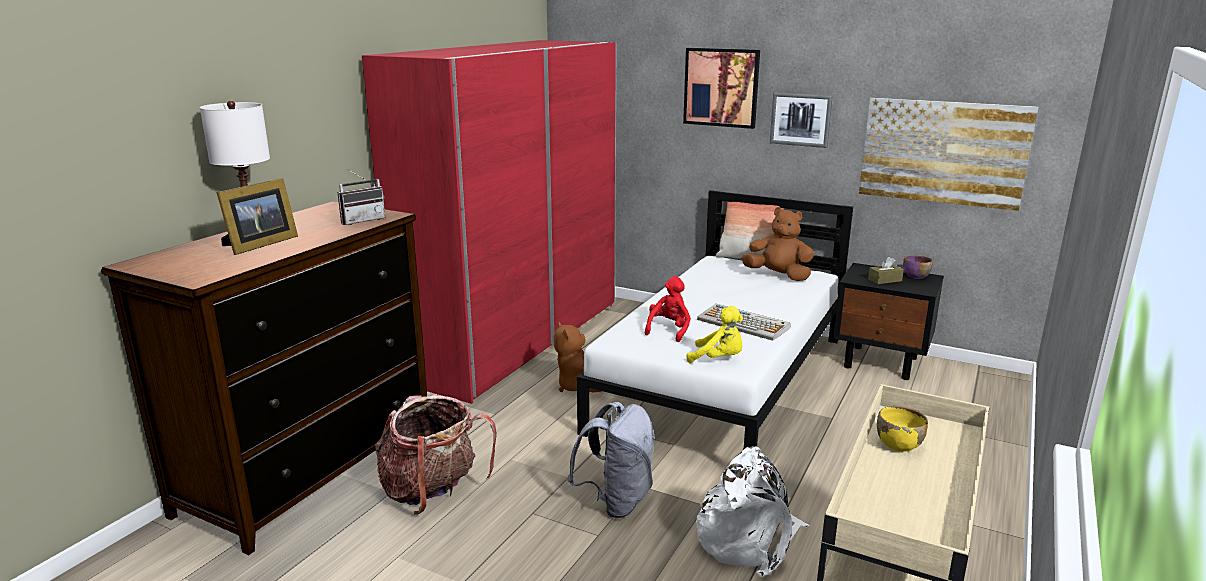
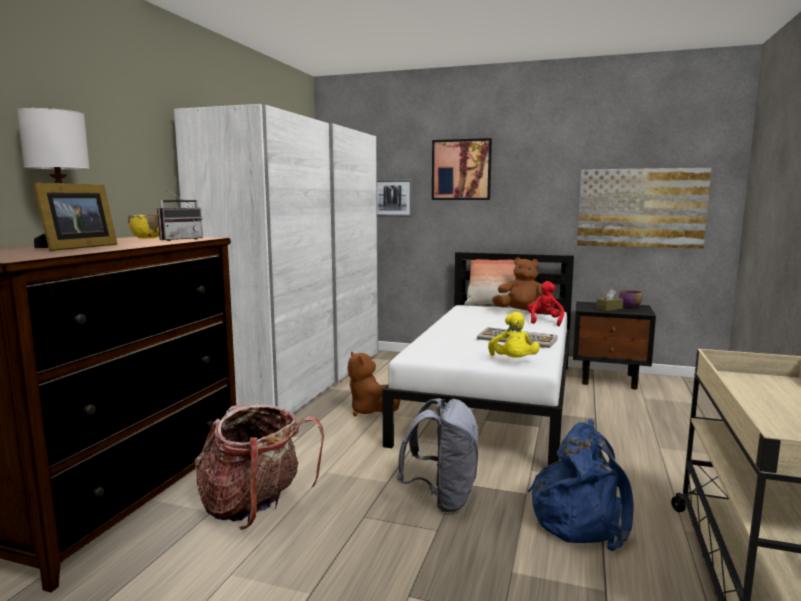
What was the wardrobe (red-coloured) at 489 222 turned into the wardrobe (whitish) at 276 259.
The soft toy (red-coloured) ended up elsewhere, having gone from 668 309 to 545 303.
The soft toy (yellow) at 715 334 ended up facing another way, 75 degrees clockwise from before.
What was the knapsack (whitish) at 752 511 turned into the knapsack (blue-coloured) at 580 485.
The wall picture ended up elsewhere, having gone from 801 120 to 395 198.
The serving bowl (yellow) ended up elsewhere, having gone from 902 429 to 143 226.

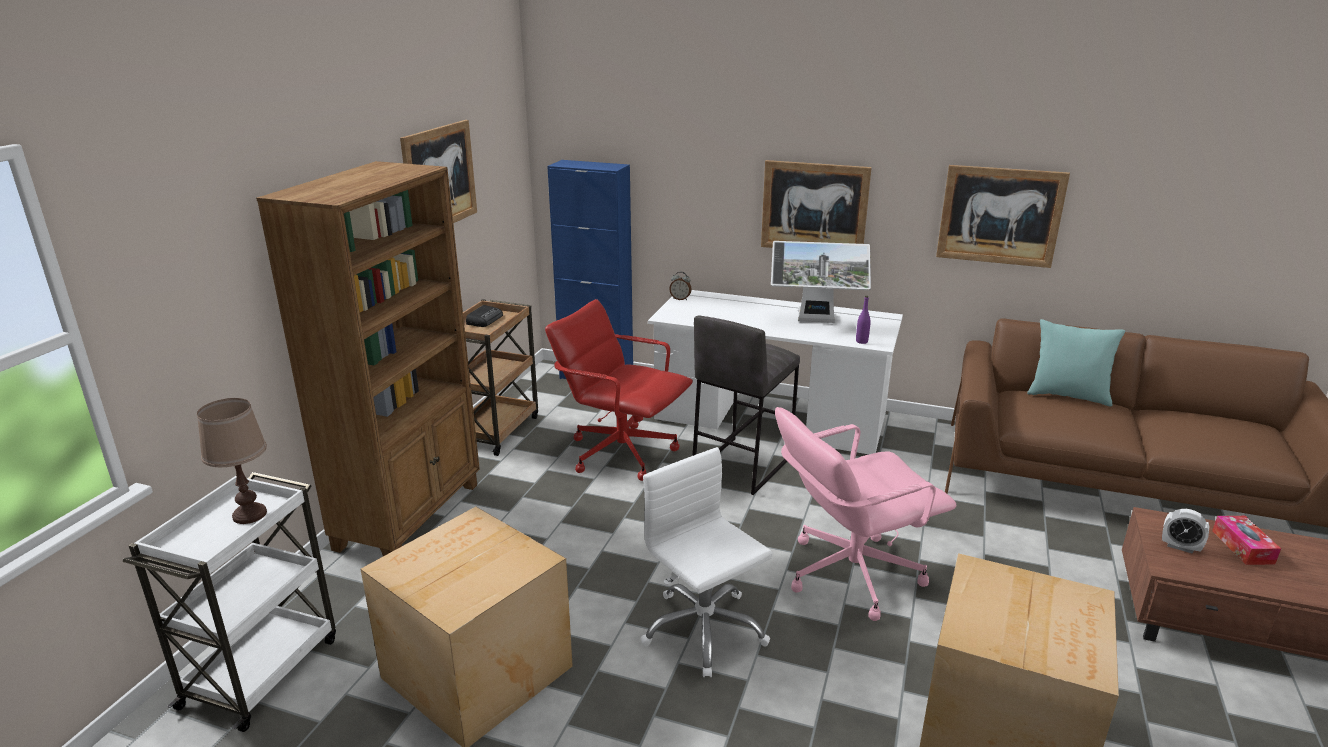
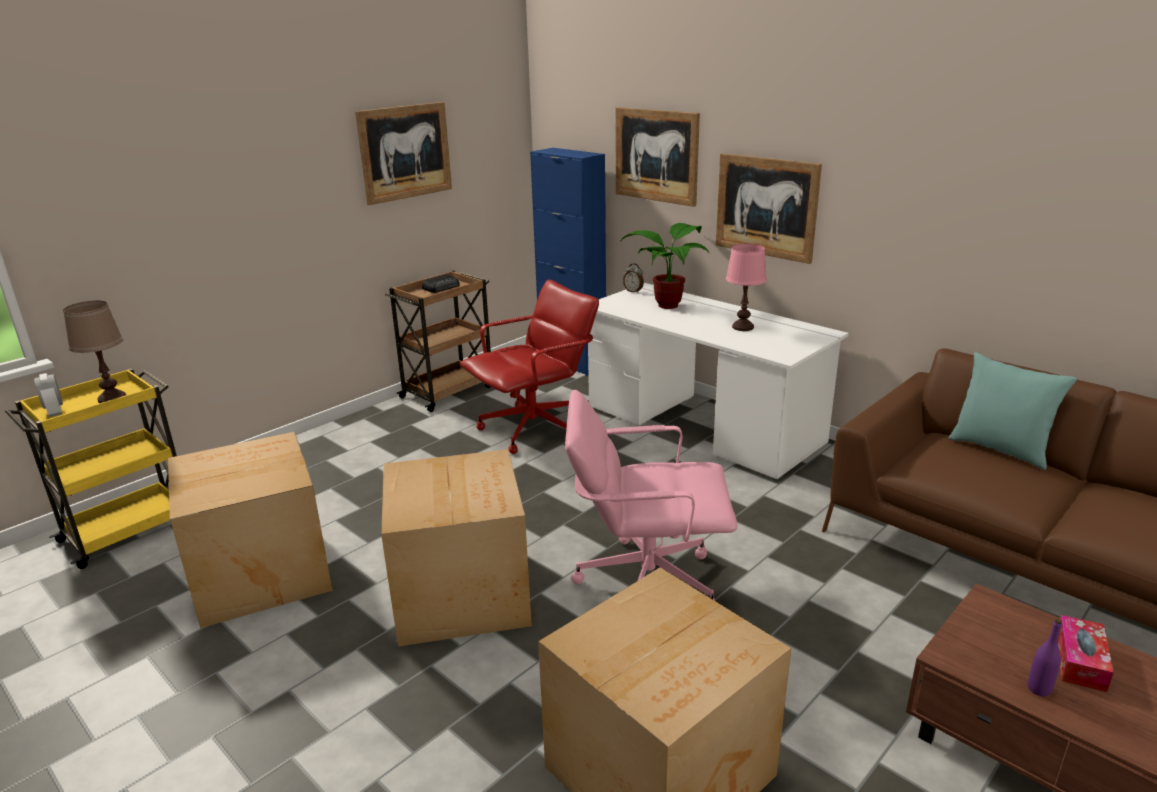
What was the wheeled cart (whitish) at 229 602 turned into the wheeled cart (yellow) at 91 468.
The second view lost the shelving unit (brown-coloured) at 368 358.
The desk chair (red-coloured) at 619 390 ended up facing another way, 90 degrees clockwise from before.
Where the desk chair (whitish) stood at 706 562, the carton came to stand at 456 548.
The second view lost the sitting stool (greyish) at 746 405.
Where the monitor stood at 821 282, the table lamp (pink) came to stand at 746 287.
The drink bottle (purple) ended up elsewhere, having gone from 863 320 to 1045 657.
The wall picture ended up elsewhere, having gone from 1003 216 to 657 157.
The bedside clock ended up elsewhere, having gone from 1185 531 to 48 395.
The second view gained the houseplant at 665 266.

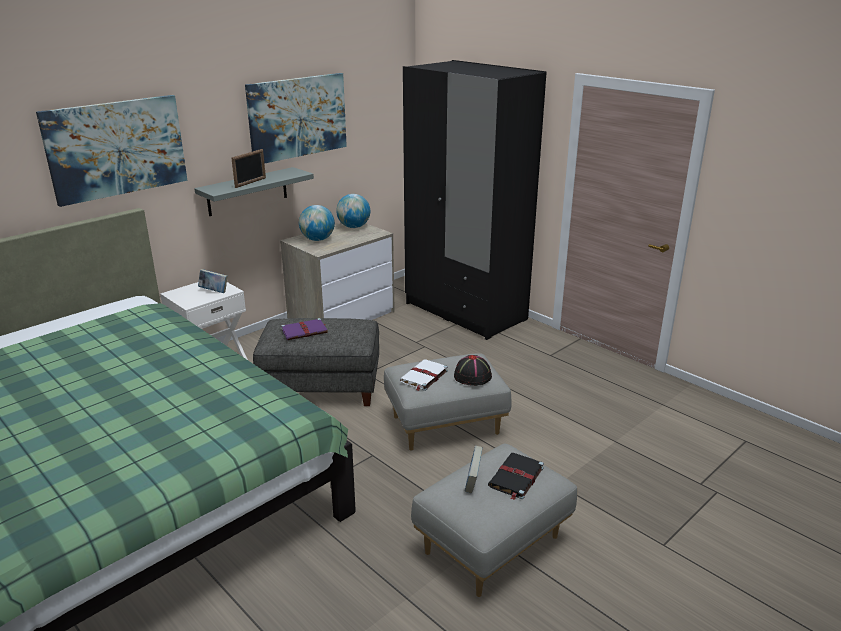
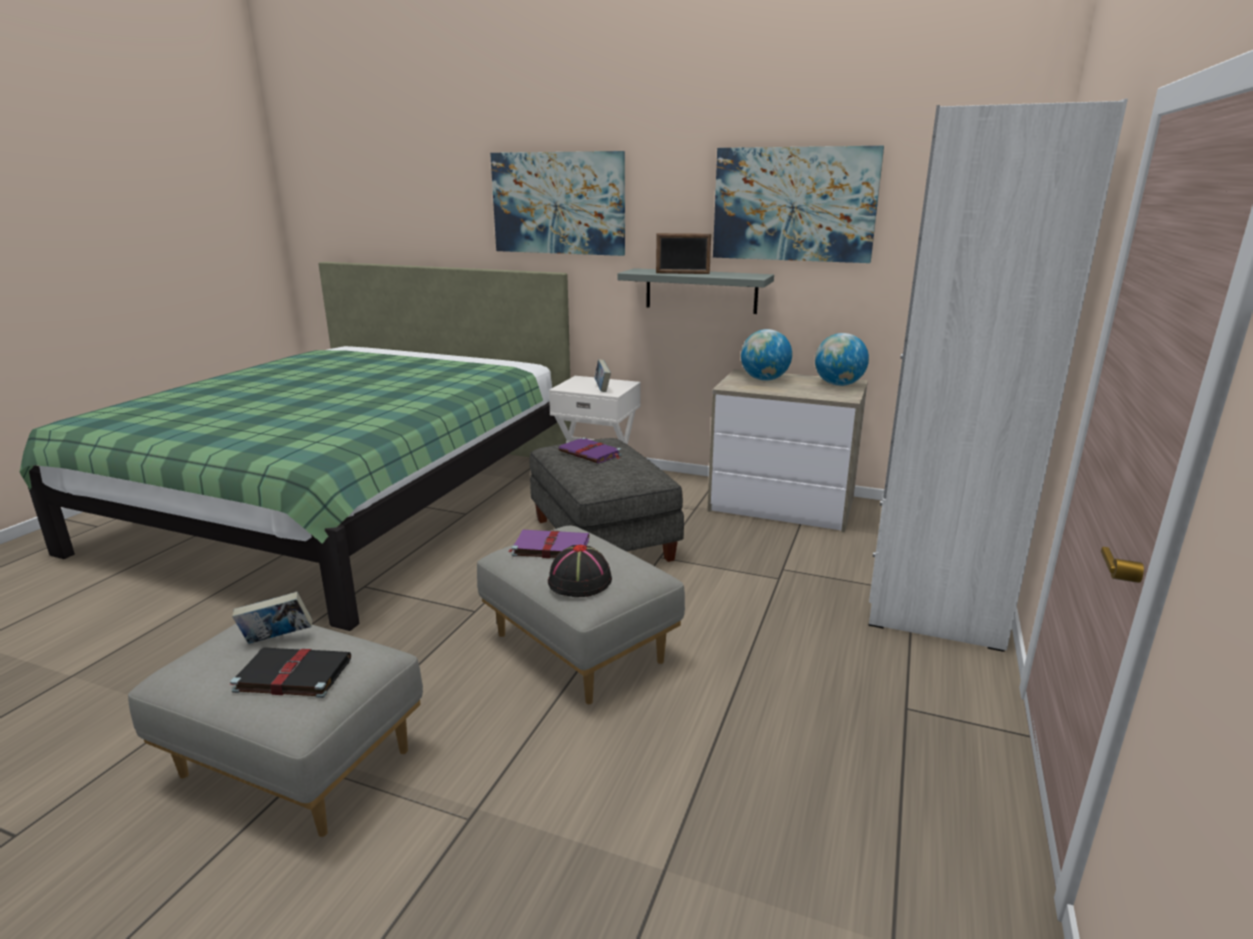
What was the book (whitish) at 424 375 turned into the book (purple) at 548 544.
What was the wardrobe (blackish) at 475 200 turned into the wardrobe (whitish) at 998 375.

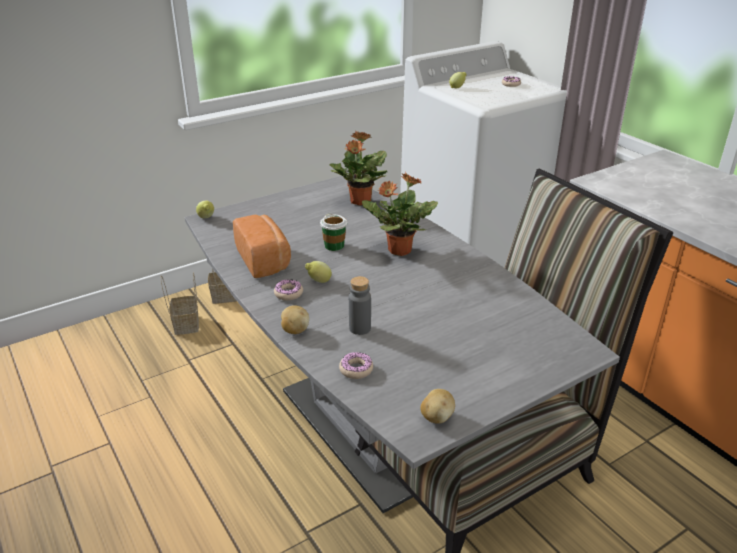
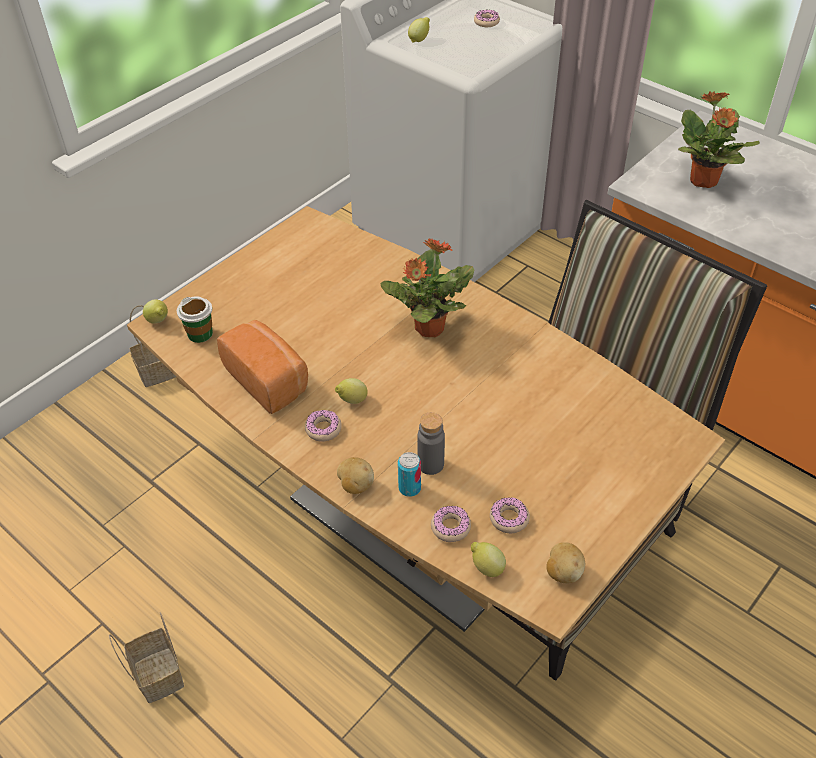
The household basket ended up elsewhere, having gone from 180 303 to 146 657.
What was the dinner table (greyish) at 402 344 turned into the dinner table (brown-coloured) at 426 424.
The cup ended up elsewhere, having gone from 333 232 to 195 319.
The houseplant ended up elsewhere, having gone from 358 168 to 719 139.
The second view gained the metal can at 409 474.
The second view gained the lemon at 488 559.
The second view gained the donut at 510 515.

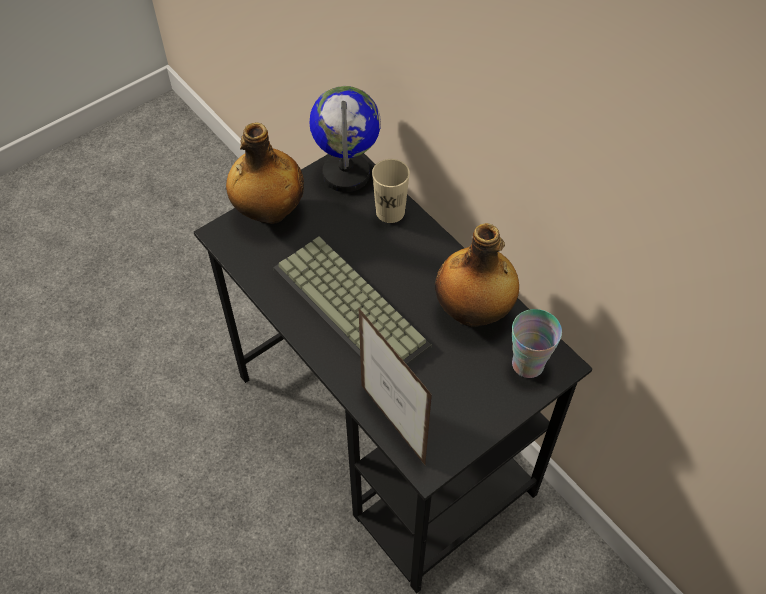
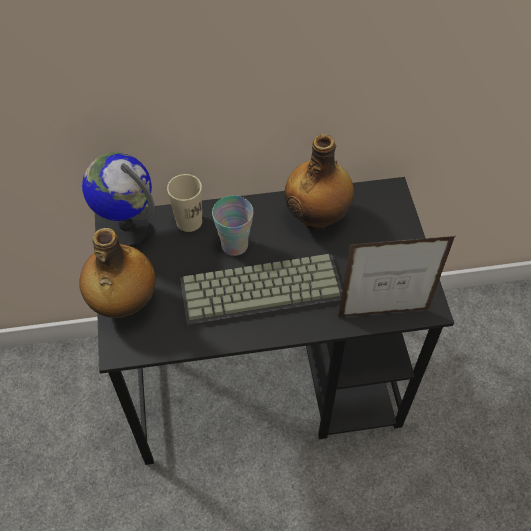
The cup ended up elsewhere, having gone from 537 343 to 233 226.

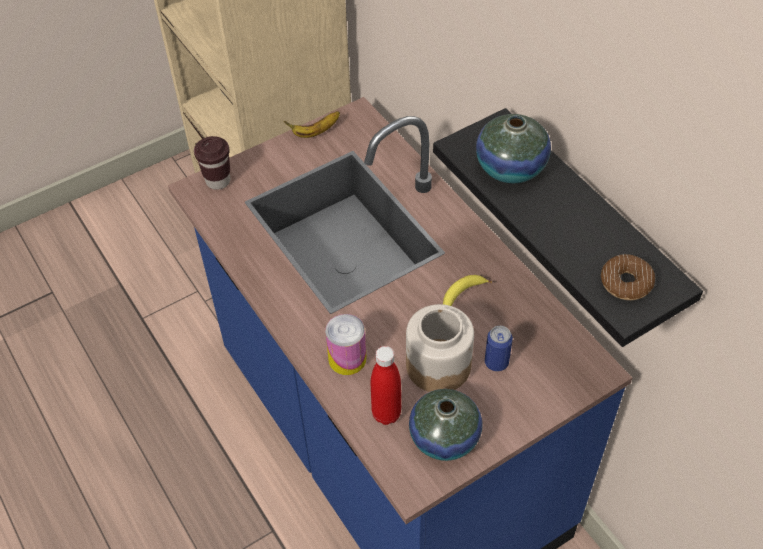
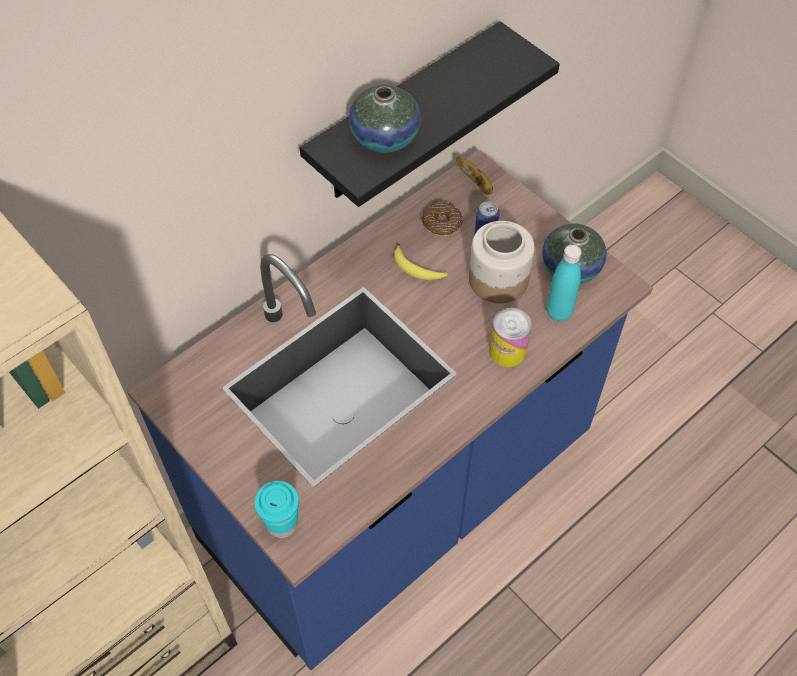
What was the cup (brown-coloured) at 212 163 turned into the cup (turquoise) at 276 509.
The banana ended up elsewhere, having gone from 312 124 to 474 176.
What was the drink bottle (red-coloured) at 386 385 turned into the drink bottle (turquoise) at 563 283.
The donut ended up elsewhere, having gone from 628 277 to 442 219.

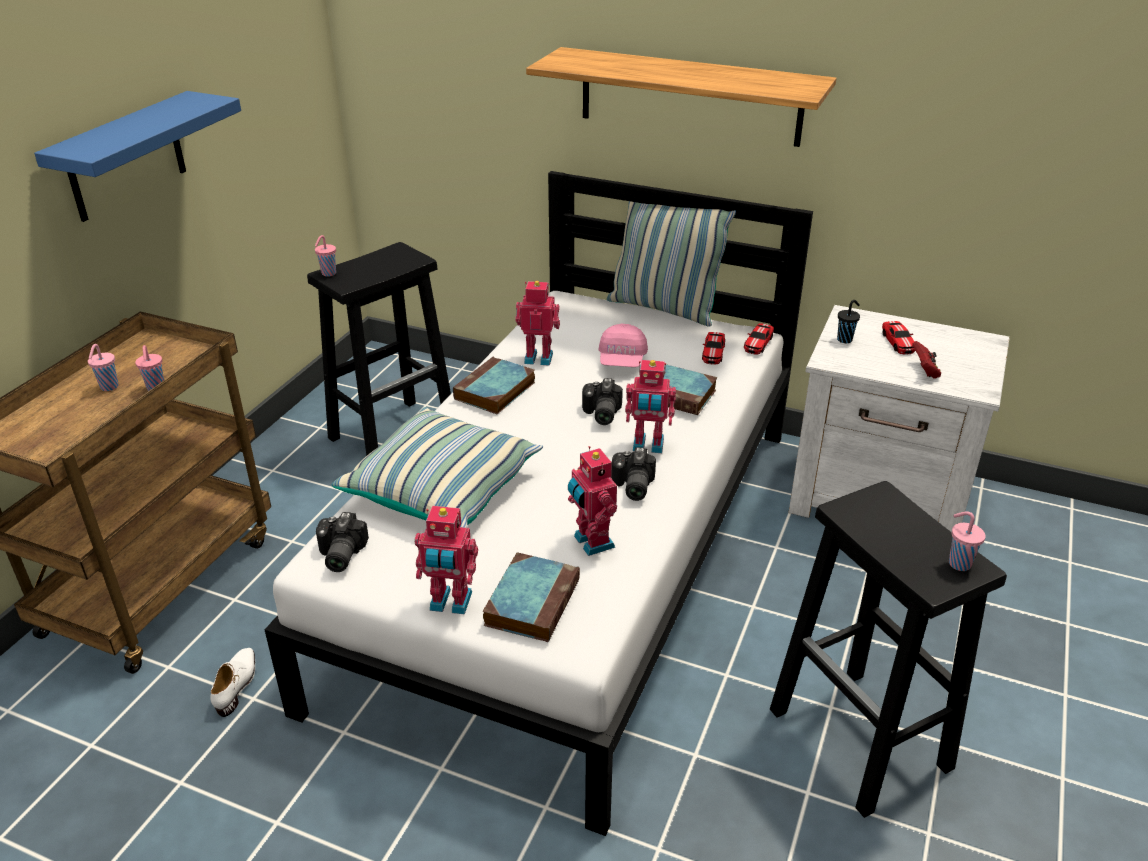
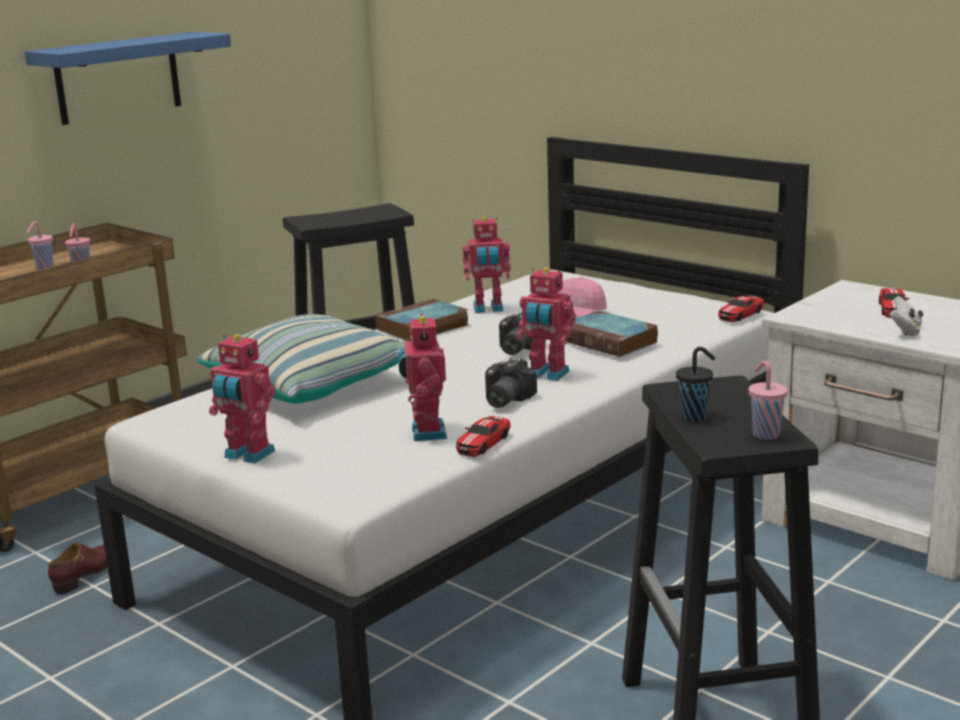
What was the item of footwear (whitish) at 233 682 turned into the item of footwear (brown-coloured) at 77 568.
The second view lost the cup (pink) at 325 255.
The second view lost the still camera at 342 542.
The second view lost the book at 531 597.
The toy robot at 537 323 ended up facing another way, 150 degrees clockwise from before.
The second view lost the wall shelf at 681 97.
The second view lost the cushion at 671 264.
The miniature car ended up elsewhere, having gone from 713 348 to 483 436.
The cup (blackish) ended up elsewhere, having gone from 848 321 to 695 384.
What was the gamepad (red-coloured) at 926 360 turned into the gamepad (whitish) at 906 316.

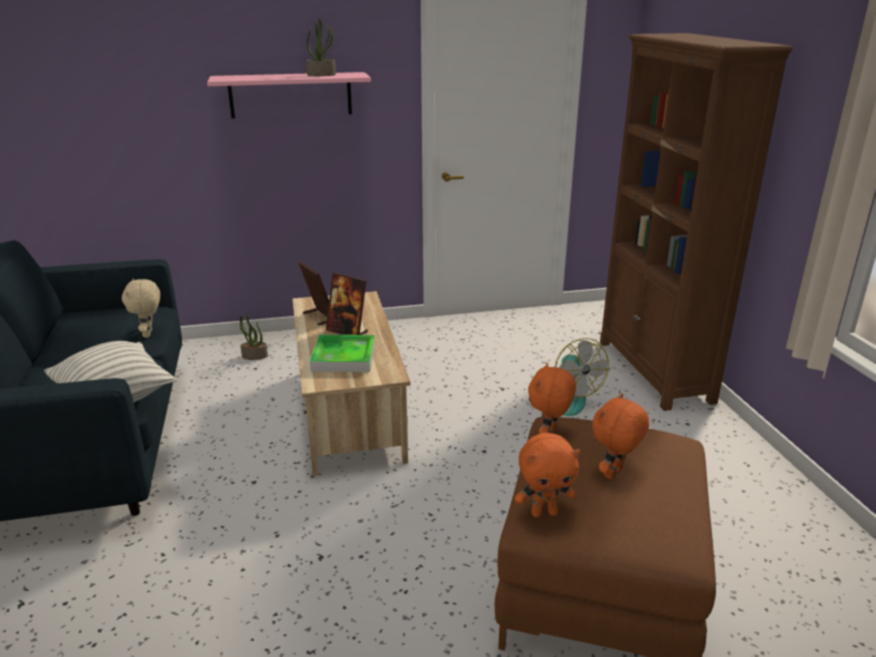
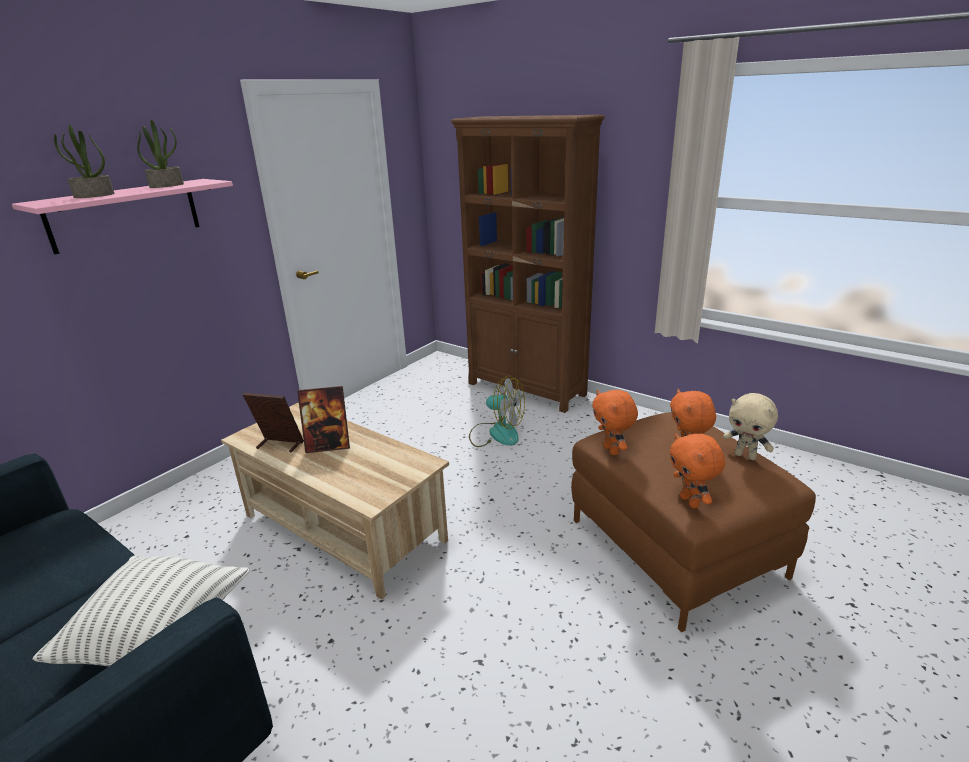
The soft toy (sand-coloured) ended up elsewhere, having gone from 141 308 to 750 426.
The houseplant ended up elsewhere, having gone from 254 337 to 84 161.
The second view lost the serving tray at 342 353.
The soft toy (orange) at 547 475 ended up facing another way, 120 degrees clockwise from before.

